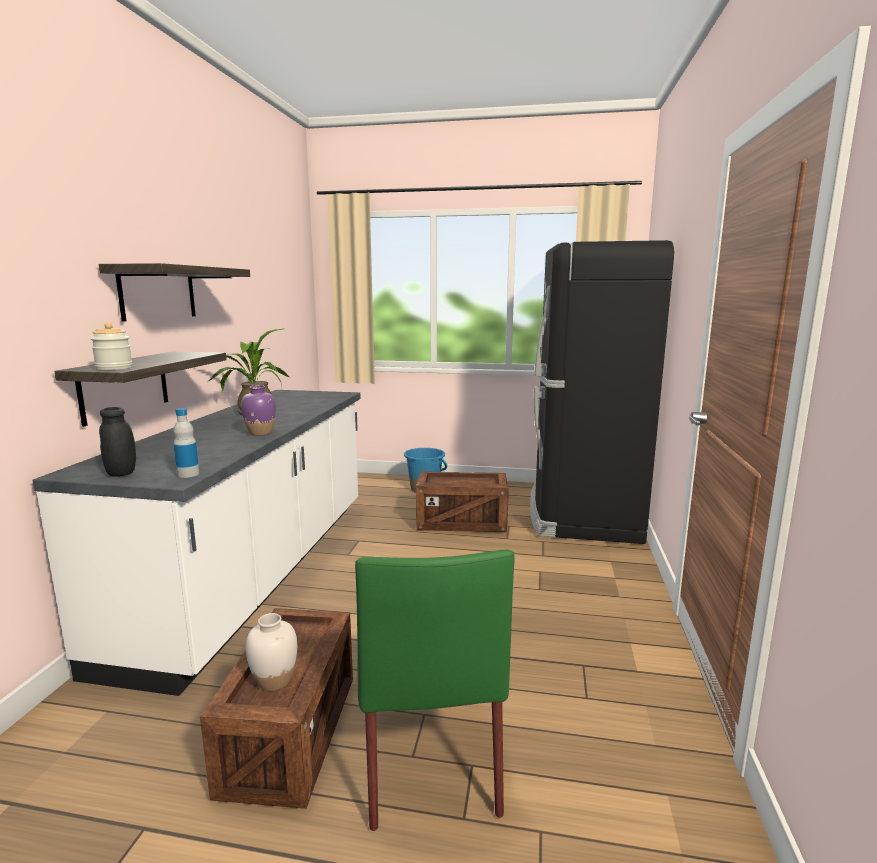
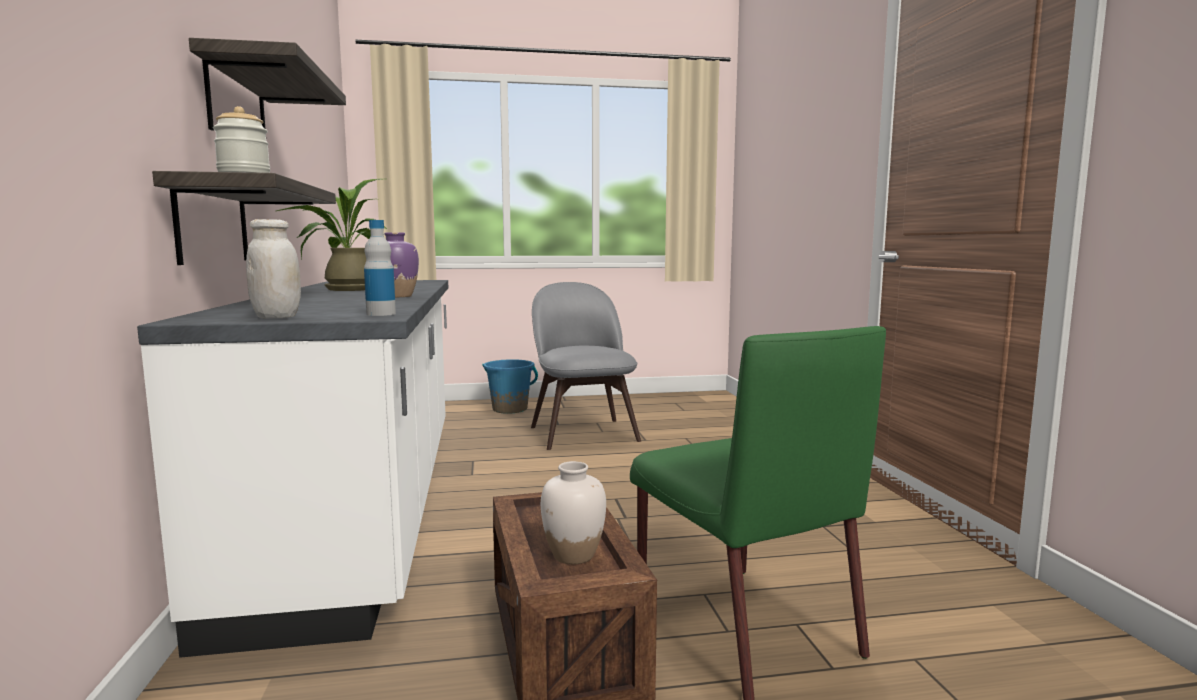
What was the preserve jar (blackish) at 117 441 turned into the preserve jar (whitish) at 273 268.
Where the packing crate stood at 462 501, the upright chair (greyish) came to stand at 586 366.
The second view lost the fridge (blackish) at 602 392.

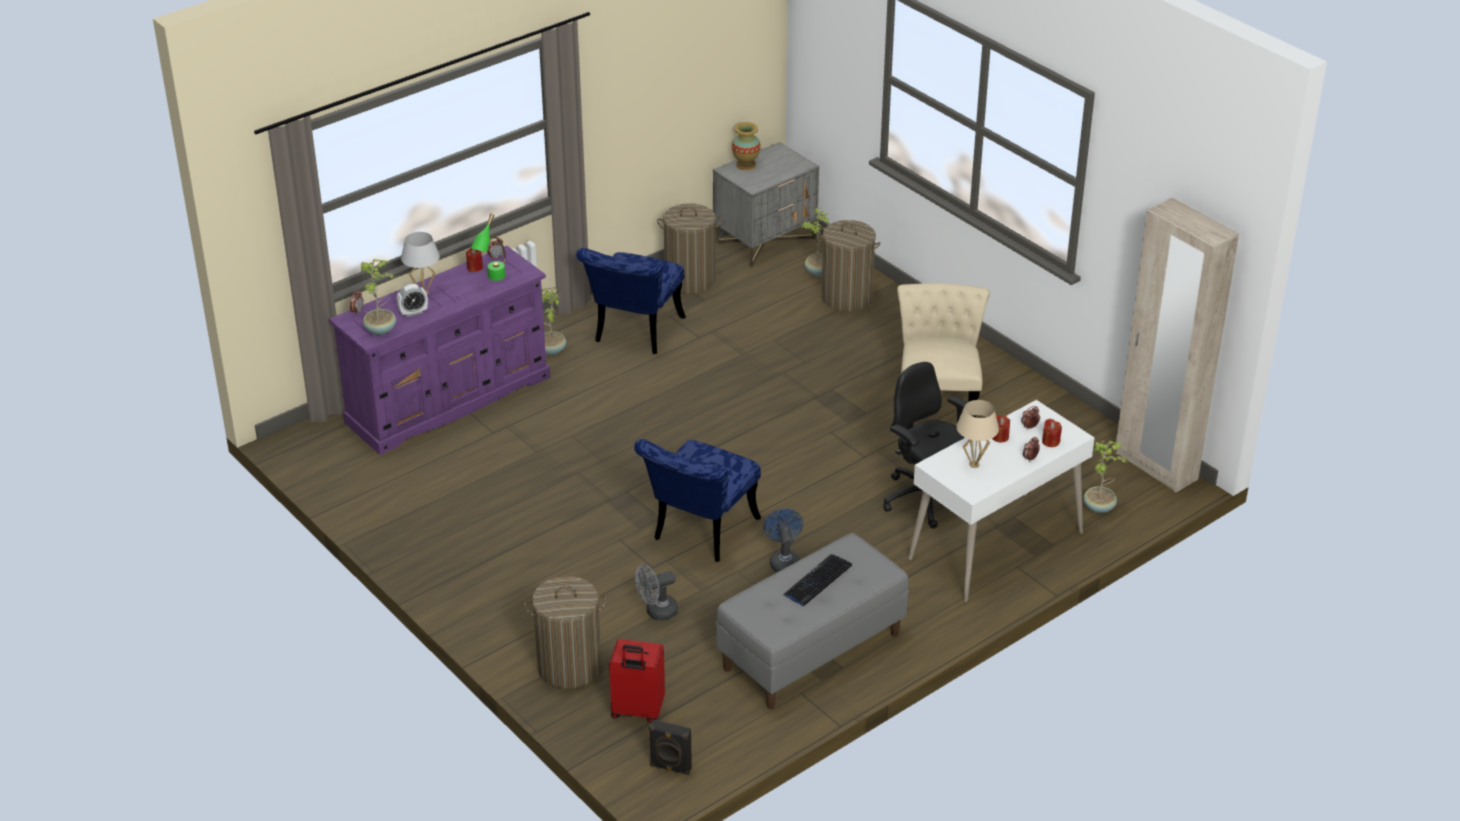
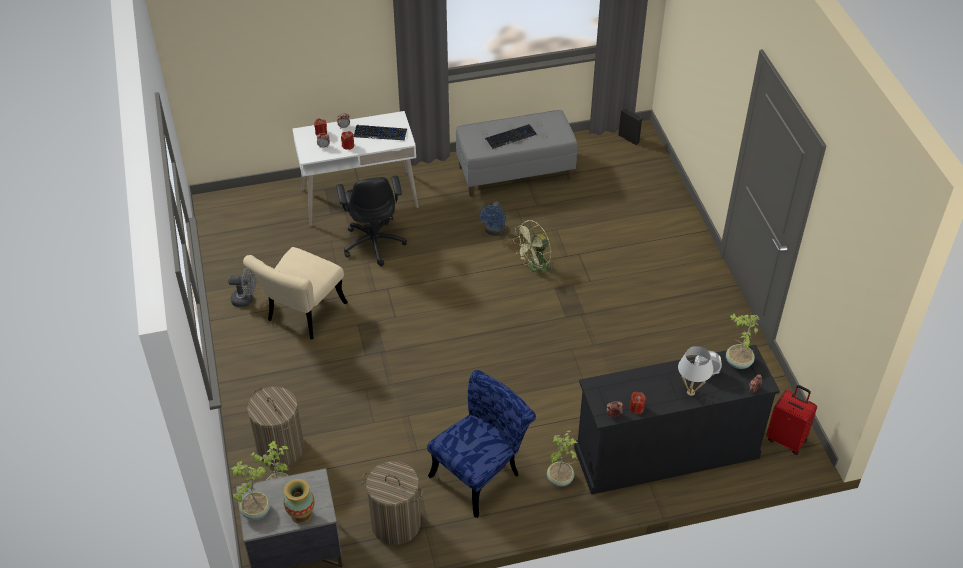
What was the drawer chest (purple) at 440 350 turned into the drawer chest (blackish) at 677 420.
The second view lost the table lamp (green-coloured) at 488 247.
The second view lost the hamper at 565 632.
The travel case (red-coloured) ended up elsewhere, having gone from 637 681 to 791 420.
Where the upright chair (blue-coloured) stood at 697 500, the fan (green-coloured) came to stand at 535 248.
The fan (greyish) ended up elsewhere, having gone from 656 592 to 242 287.
Where the table lamp (sand-coloured) stood at 977 434, the PC keyboard came to stand at 380 132.
The houseplant ended up elsewhere, having gone from 1105 477 to 250 490.
The second view lost the wardrobe (sand-coloured) at 1177 345.

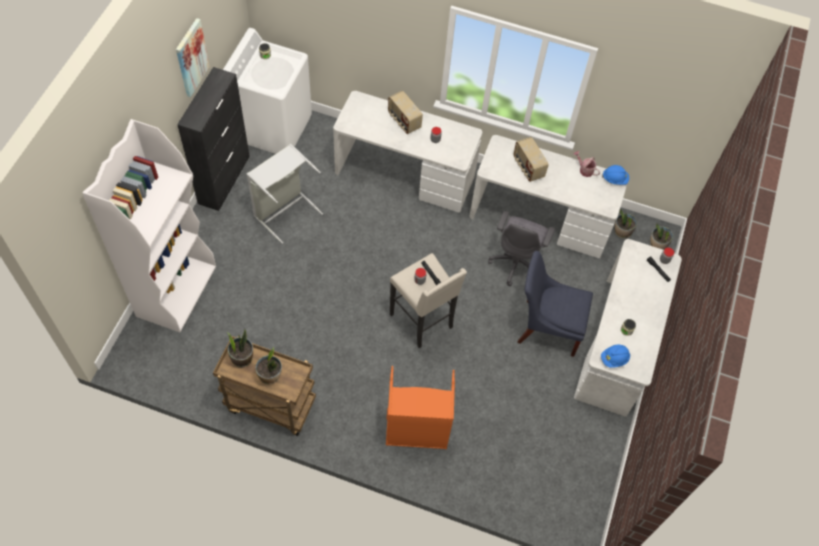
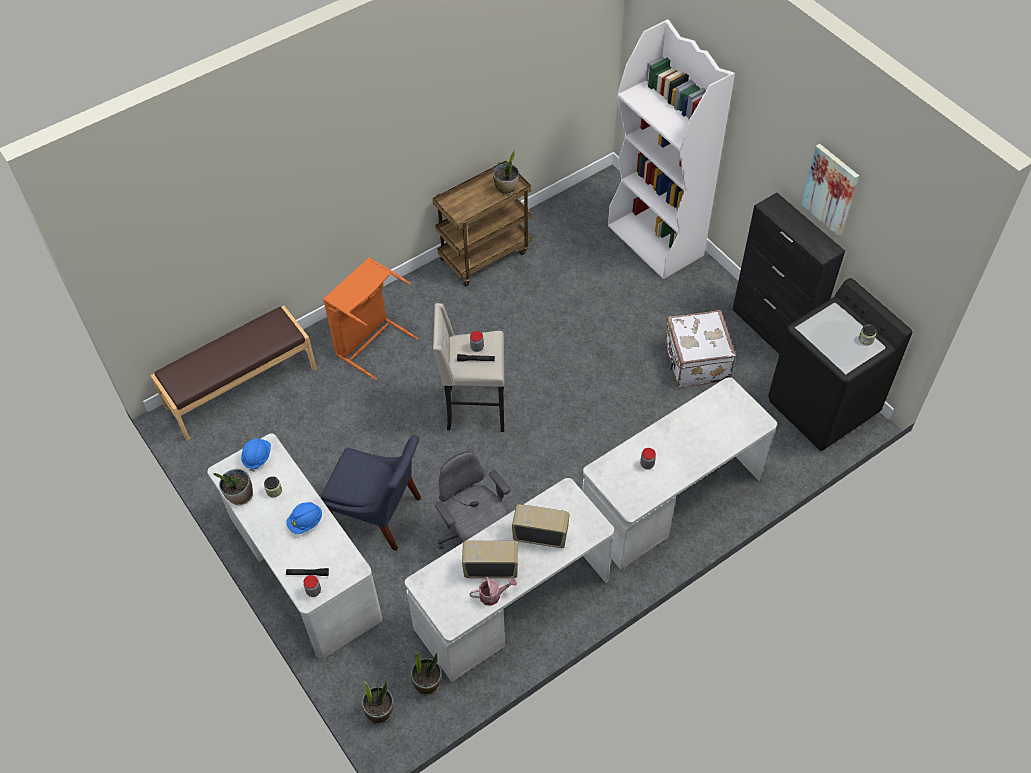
What was the washing machine (whitish) at 267 91 turned into the washing machine (blackish) at 840 364.
Where the hamper (greyish) stood at 285 194, the travel case (whitish) came to stand at 700 348.
The houseplant ended up elsewhere, having gone from 268 366 to 233 487.
The radio ended up elsewhere, having gone from 405 112 to 490 559.
The upright chair (blue-coloured) at 555 304 ended up facing another way, 60 degrees clockwise from before.
The safety helmet (blue-coloured) ended up elsewhere, having gone from 615 175 to 304 518.
The second view gained the indoor bench (brown-coloured) at 234 373.

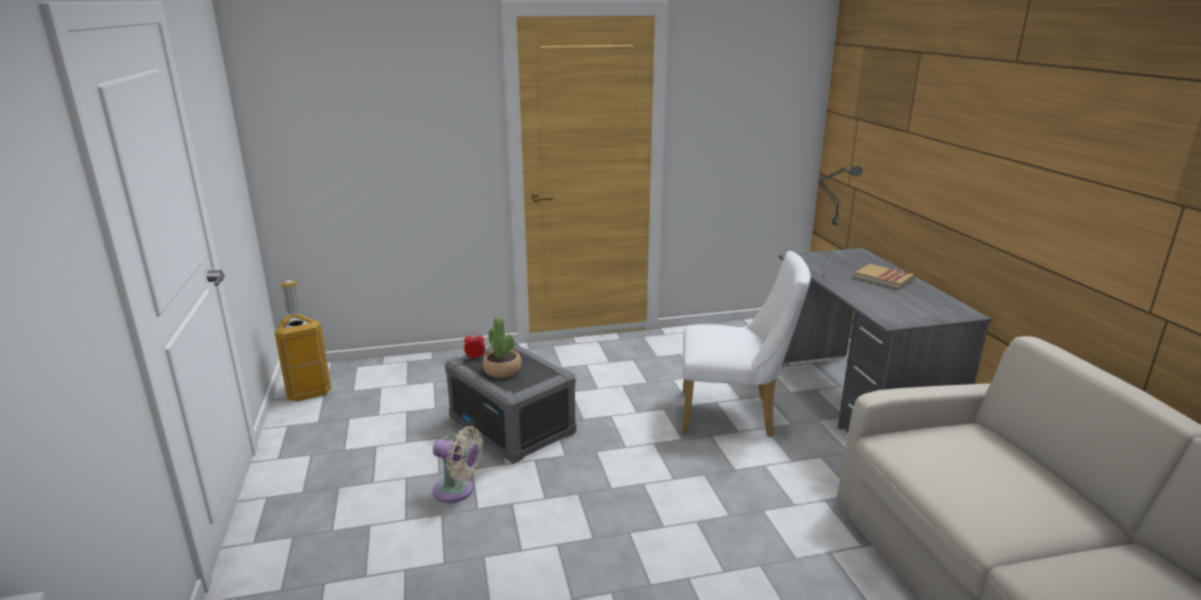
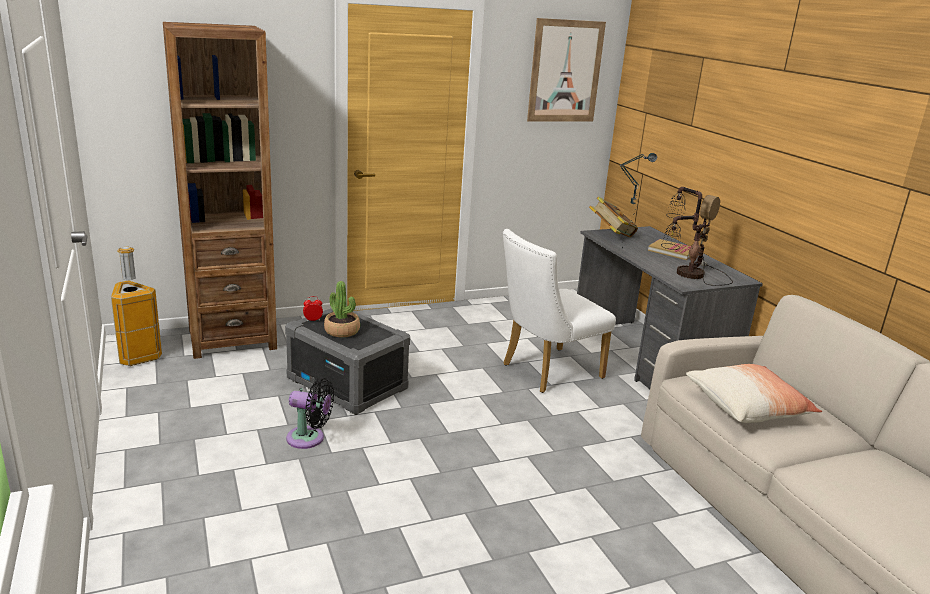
What was the fan (sand-coloured) at 458 464 turned into the fan (blackish) at 310 413.
The upright chair (whitish) at 746 344 ended up facing another way, 150 degrees clockwise from before.
The second view gained the shelving unit (brown-coloured) at 220 190.
The second view gained the wall picture at 566 70.
The second view gained the book at 613 216.
The second view gained the table lamp at 697 236.
The second view gained the cushion at 754 393.

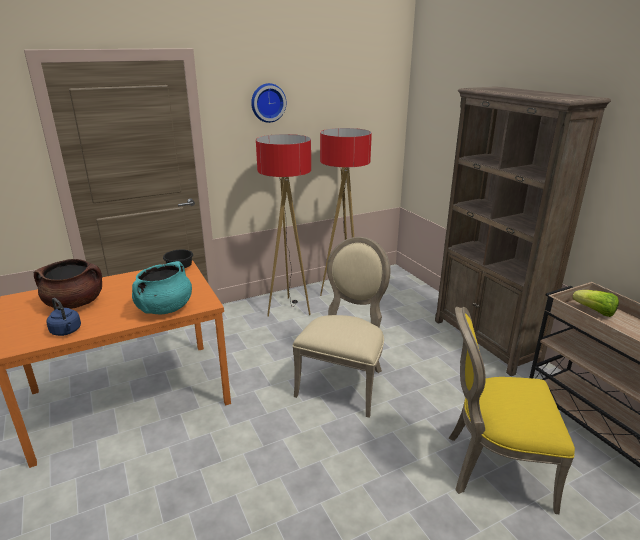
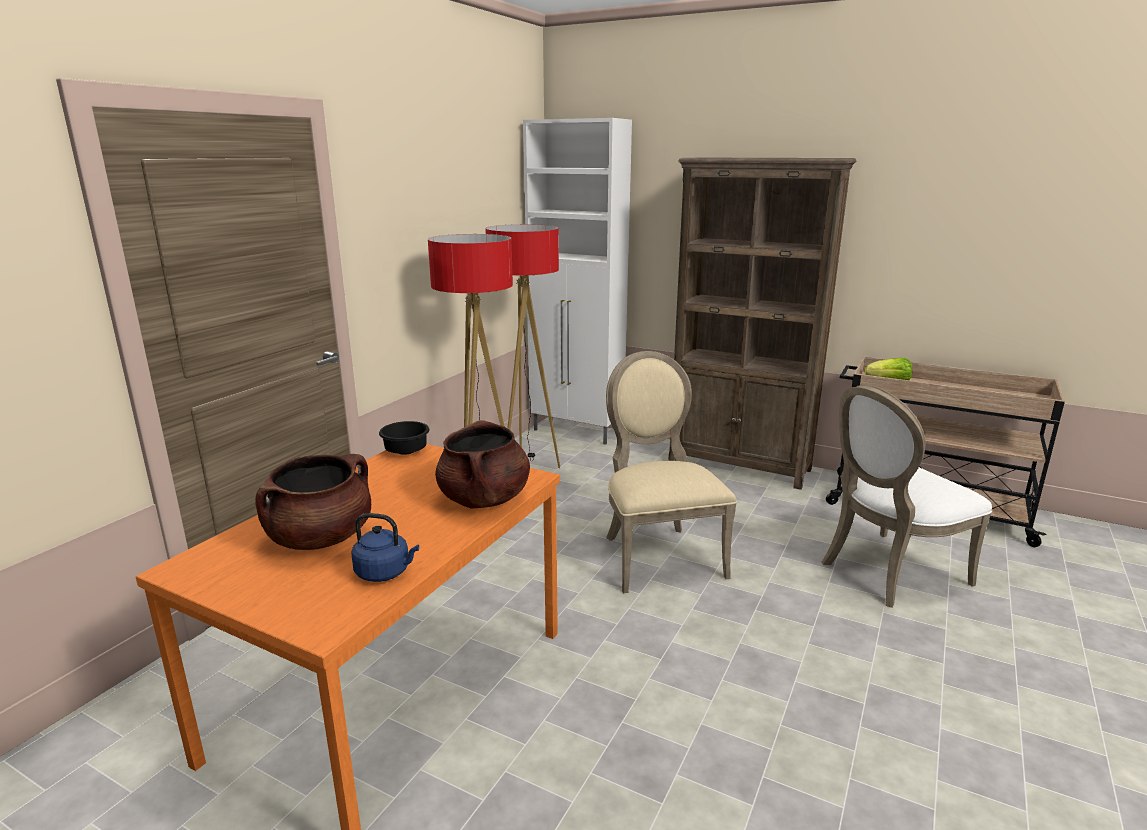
What was the stockpot (turquoise) at 162 287 turned into the stockpot (brown-coloured) at 482 464.
The second view lost the clock on the wall at 268 103.
What was the upright chair (yellow) at 512 410 turned into the upright chair (whitish) at 907 496.
The second view gained the cupboard (whitish) at 577 281.

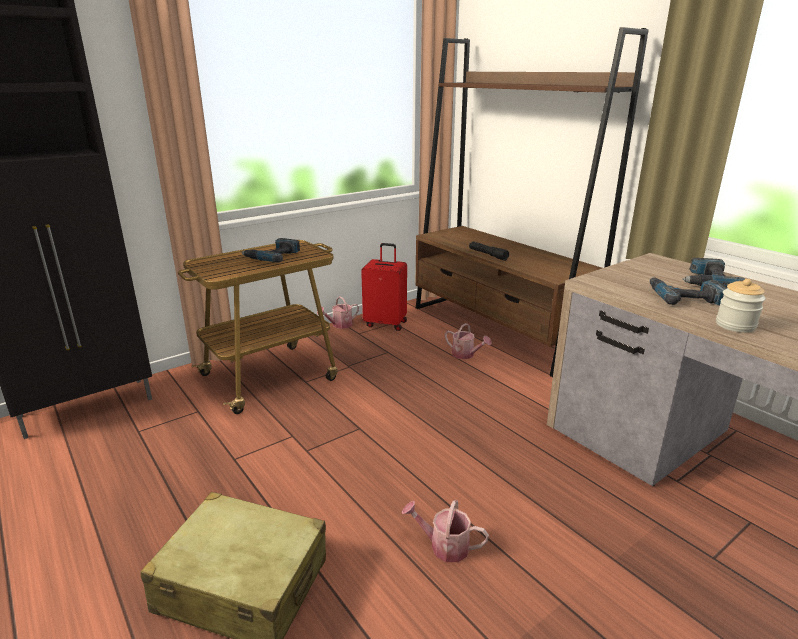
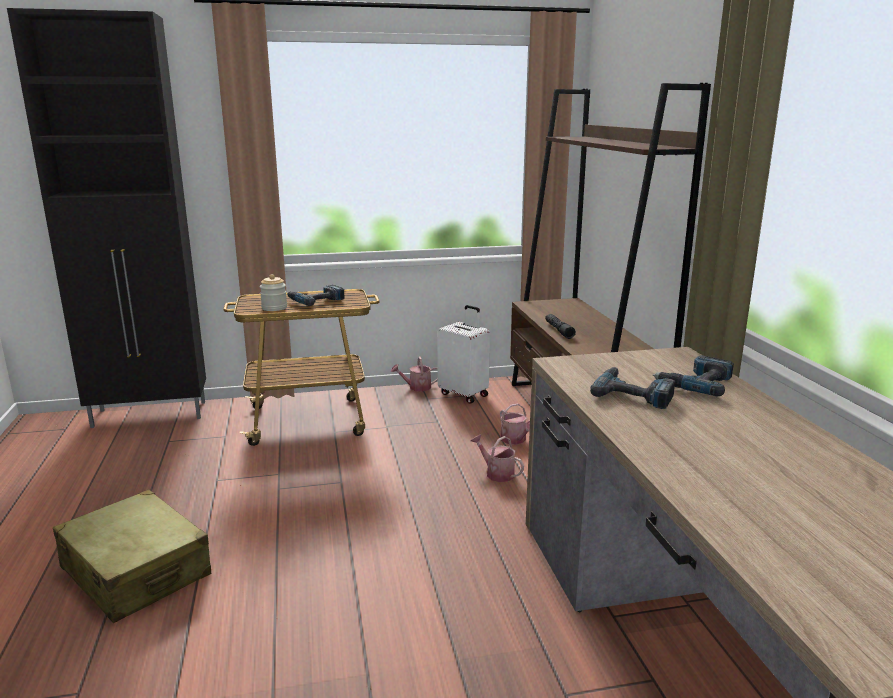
What was the travel case (red-coloured) at 384 287 turned into the travel case (whitish) at 463 354.
The watering can ended up elsewhere, having gone from 445 531 to 497 458.
The preserve jar ended up elsewhere, having gone from 741 306 to 273 292.

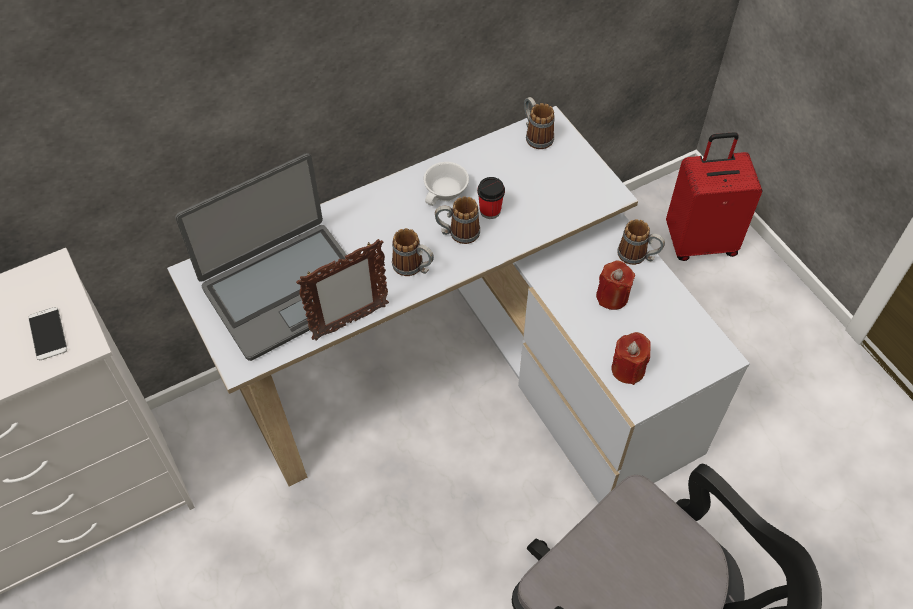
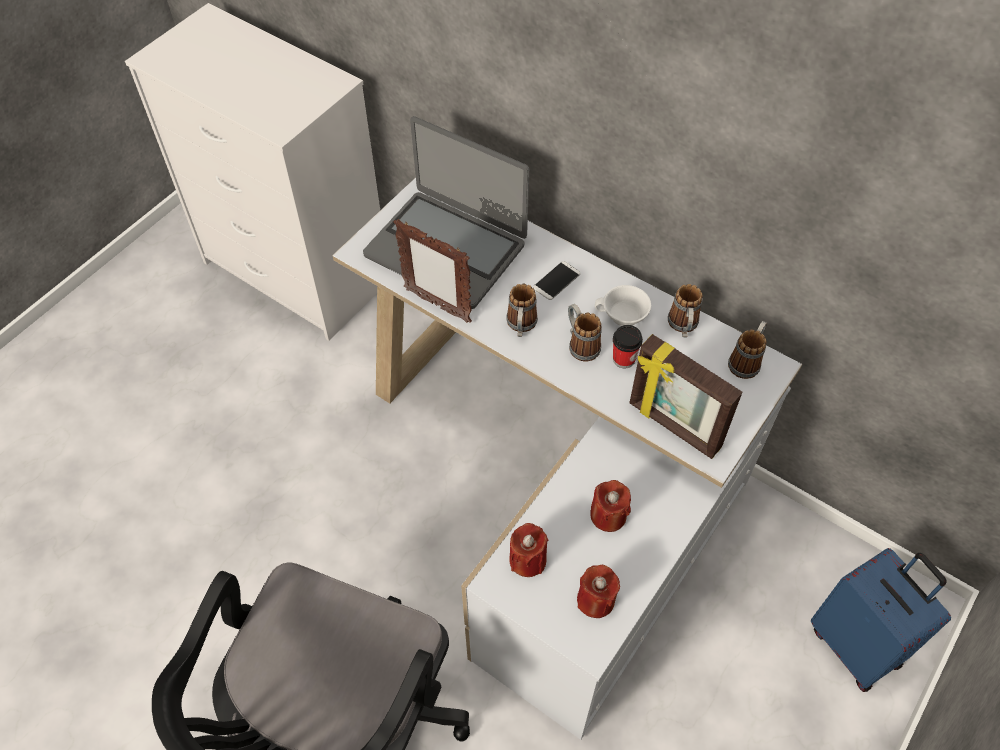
The phone ended up elsewhere, having gone from 47 333 to 556 280.
The mug ended up elsewhere, having gone from 641 242 to 685 310.
What was the travel case (red-coloured) at 714 196 turned into the travel case (blue-coloured) at 881 620.
The second view gained the wax light (red-coloured) at 598 591.
The second view gained the standing frame at 685 396.

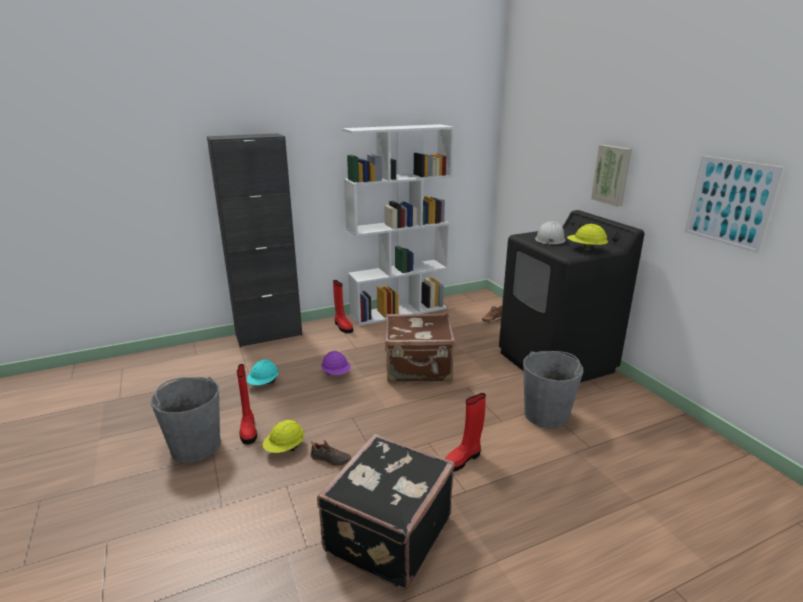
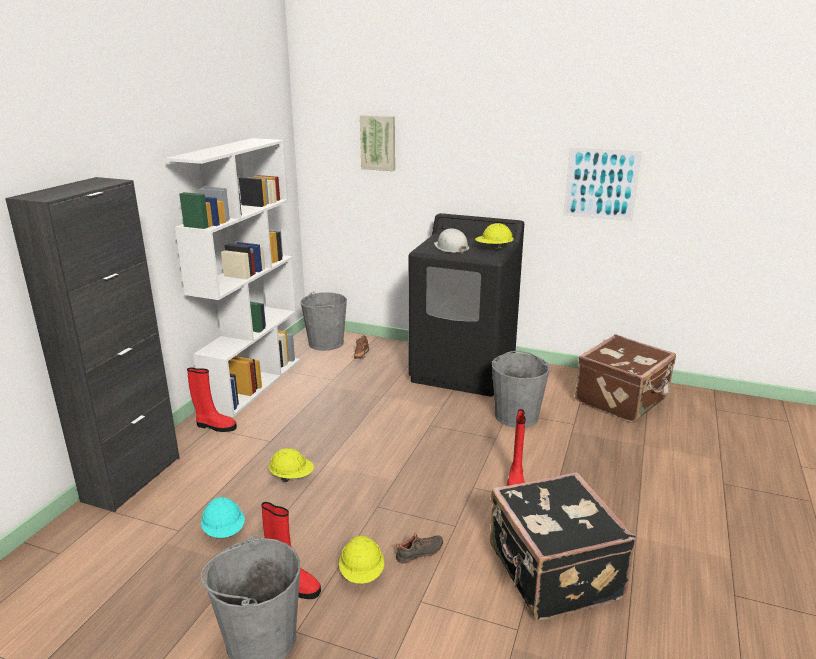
What was the safety helmet (purple) at 336 363 turned into the safety helmet (yellow) at 291 465.
The travel case (brown-coloured) ended up elsewhere, having gone from 420 347 to 625 378.
The wall picture ended up elsewhere, having gone from 611 176 to 377 143.
The second view gained the bucket (greyish) at 323 321.

